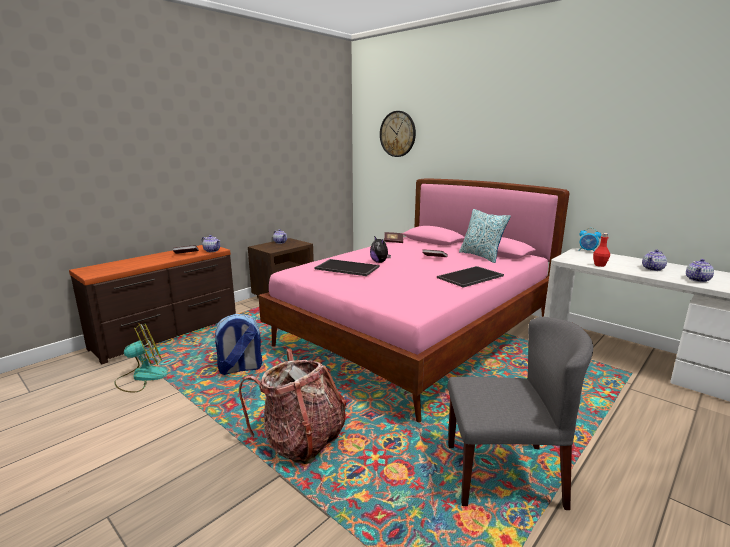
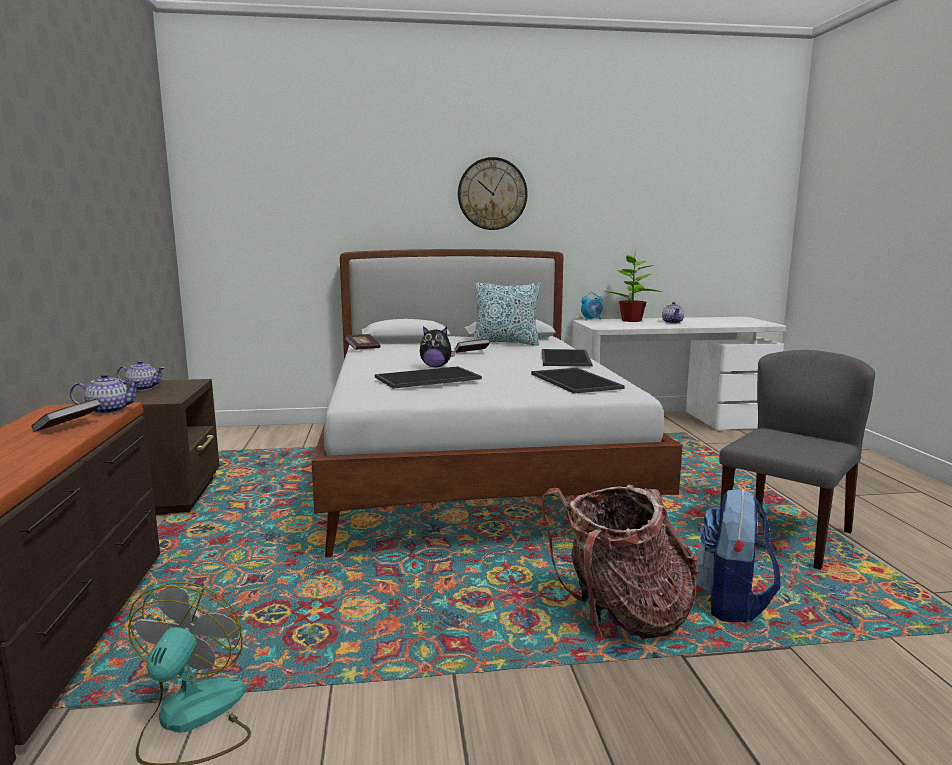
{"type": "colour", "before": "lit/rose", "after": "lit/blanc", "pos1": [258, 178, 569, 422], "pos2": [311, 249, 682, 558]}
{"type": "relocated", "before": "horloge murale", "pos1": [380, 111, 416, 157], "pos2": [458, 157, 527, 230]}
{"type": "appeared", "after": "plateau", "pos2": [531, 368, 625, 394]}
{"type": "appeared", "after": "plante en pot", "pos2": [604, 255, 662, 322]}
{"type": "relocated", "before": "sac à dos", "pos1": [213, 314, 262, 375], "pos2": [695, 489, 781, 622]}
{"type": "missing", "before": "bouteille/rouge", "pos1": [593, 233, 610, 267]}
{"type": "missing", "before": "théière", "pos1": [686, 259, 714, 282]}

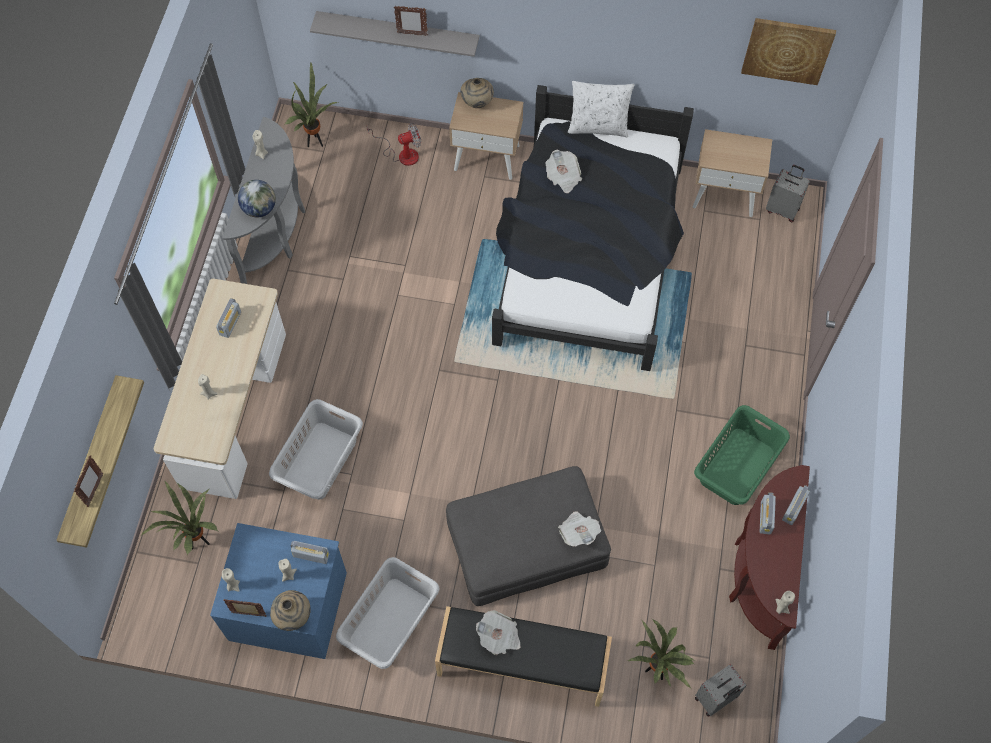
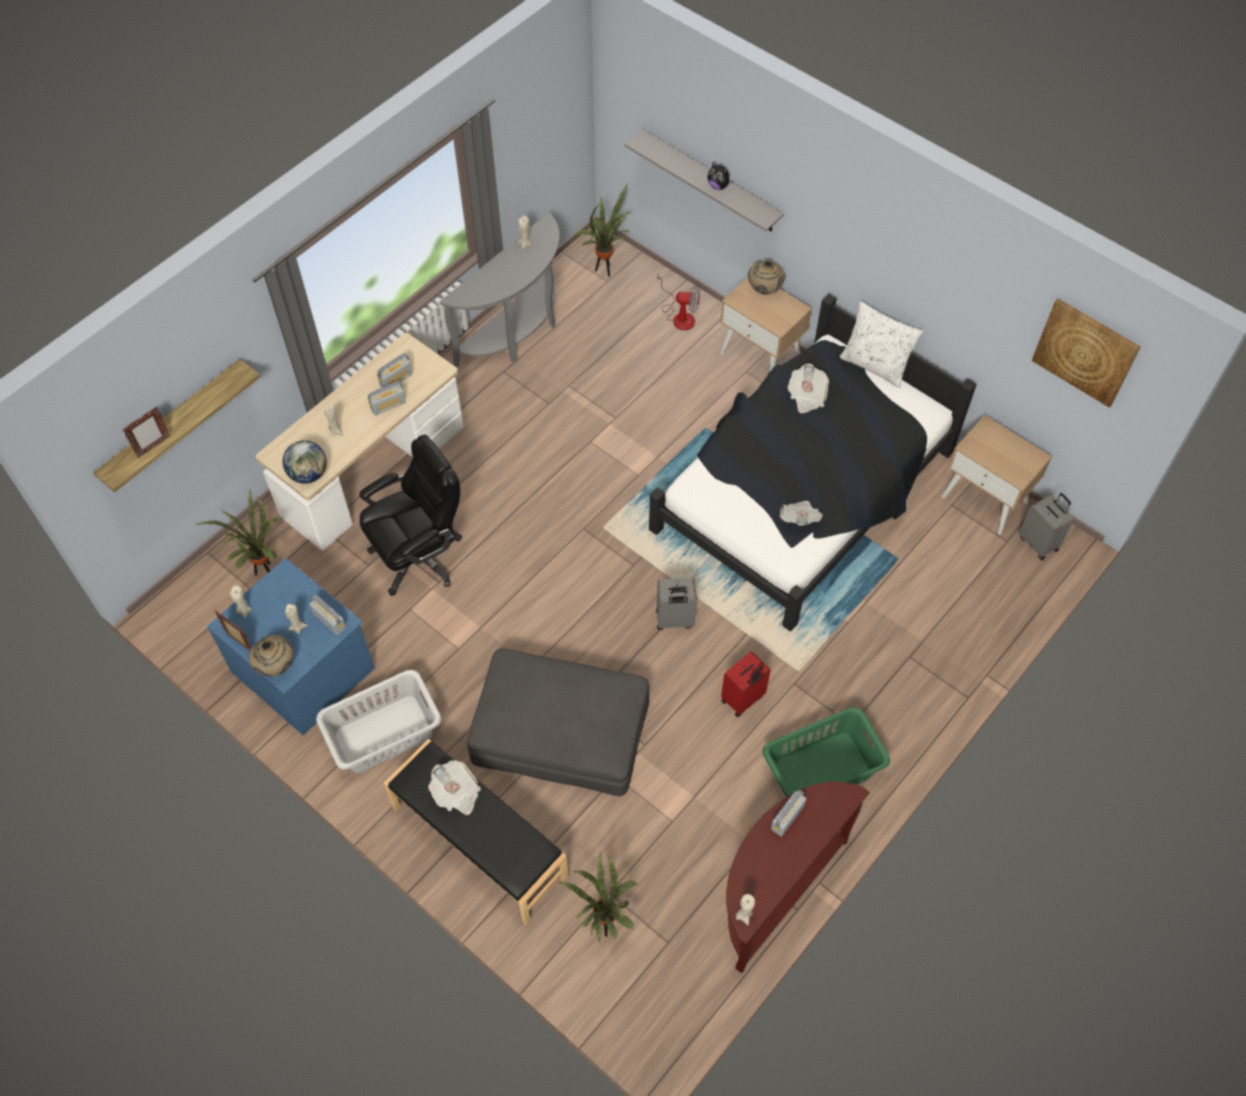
{"type": "relocated", "before": "globe", "pos1": [238, 180, 276, 217], "pos2": [282, 440, 327, 484]}
{"type": "exchanged", "before": "panier à linge/gris", "after": "chaise de bureau/noir", "pos1": [269, 399, 363, 500], "pos2": [359, 434, 462, 596]}
{"type": "relocated", "before": "radio", "pos1": [782, 485, 810, 525], "pos2": [368, 381, 406, 416]}
{"type": "relocated", "before": "valise/gris", "pos1": [695, 664, 747, 717], "pos2": [656, 578, 697, 630]}
{"type": "exchanged", "before": "cadre photo", "after": "peluche", "pos1": [394, 6, 428, 36], "pos2": [707, 162, 733, 190]}
{"type": "appeared", "after": "valise/rouge", "pos2": [721, 651, 771, 717]}
{"type": "relocated", "before": "journal", "pos1": [558, 511, 601, 546], "pos2": [780, 501, 823, 526]}

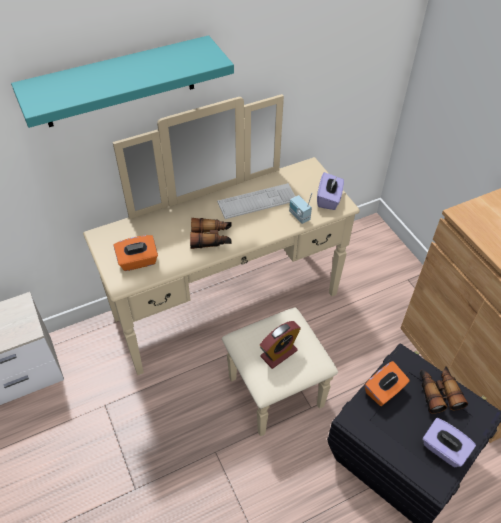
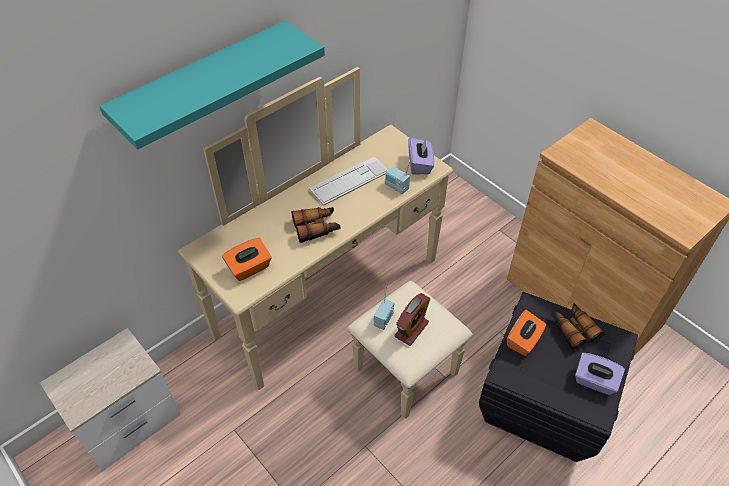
{"type": "appeared", "after": "radio", "pos2": [374, 286, 394, 330]}

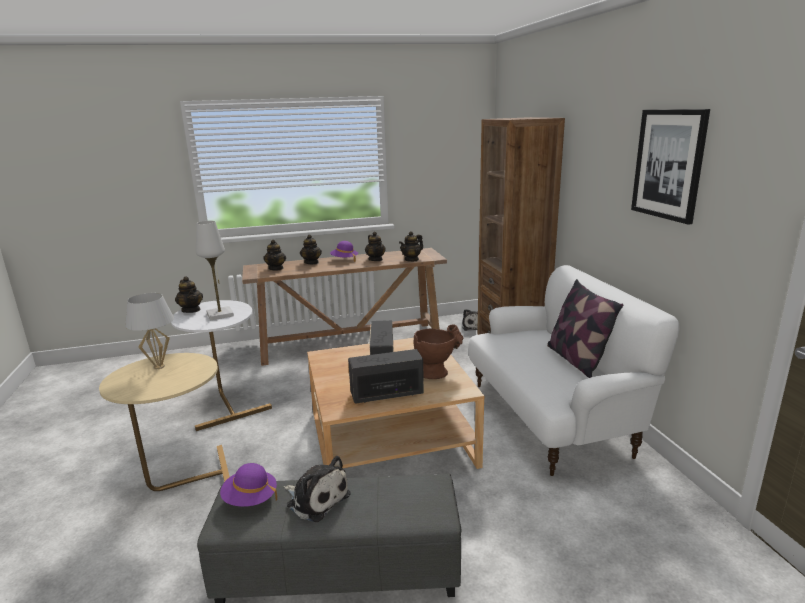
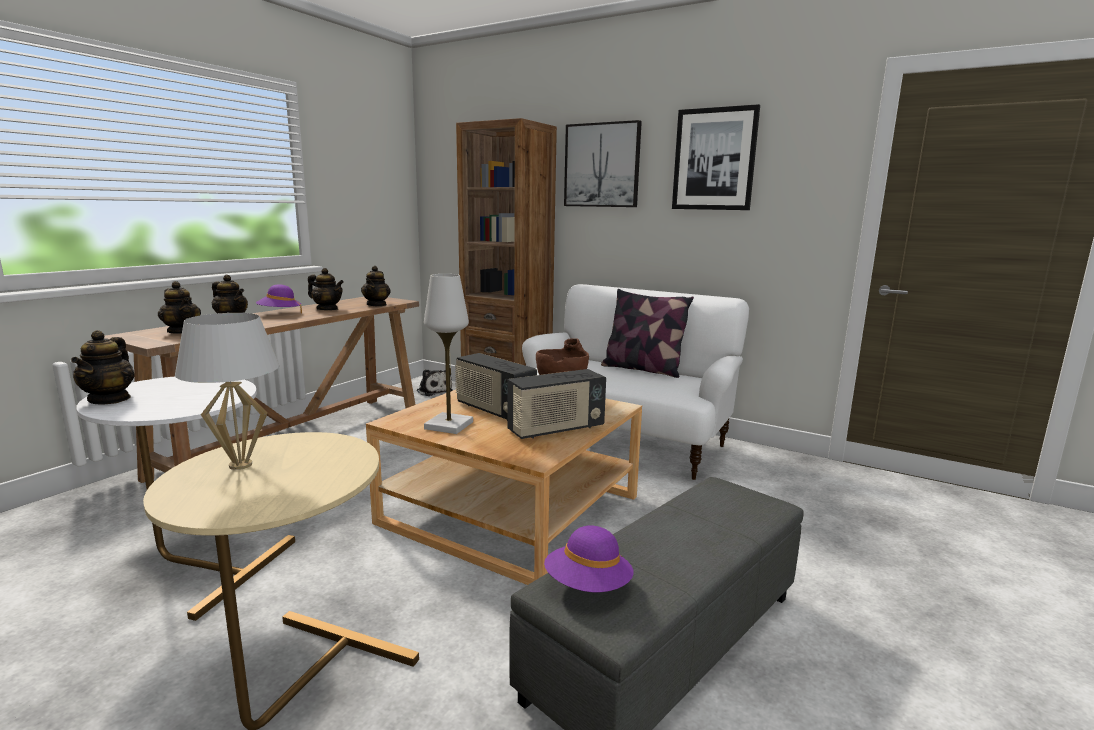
{"type": "spun", "before": "théière", "pos1": [175, 276, 203, 313], "pos2": [71, 330, 135, 404], "turn": 75}
{"type": "relocated", "before": "lampe de table/blanc", "pos1": [196, 221, 234, 321], "pos2": [424, 274, 473, 434]}
{"type": "spun", "before": "radio", "pos1": [348, 349, 424, 403], "pos2": [507, 369, 606, 439], "turn": -150}
{"type": "appeared", "after": "tableau", "pos2": [564, 120, 642, 207]}
{"type": "missing", "before": "peluche", "pos1": [284, 456, 351, 522]}

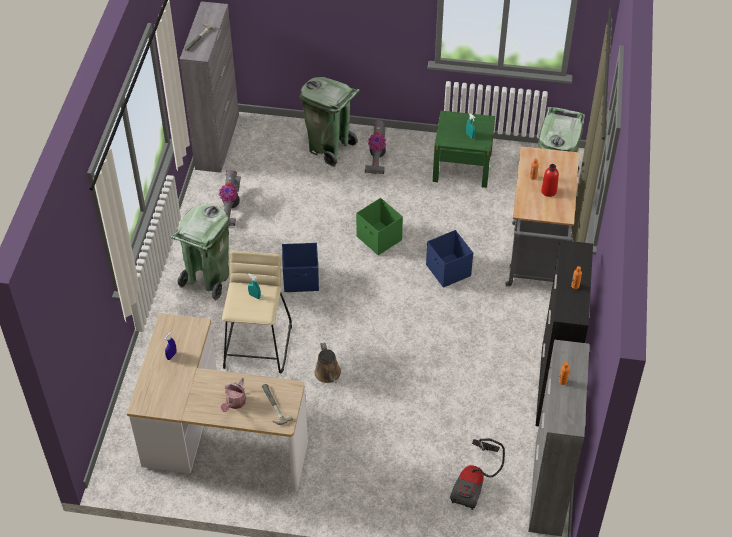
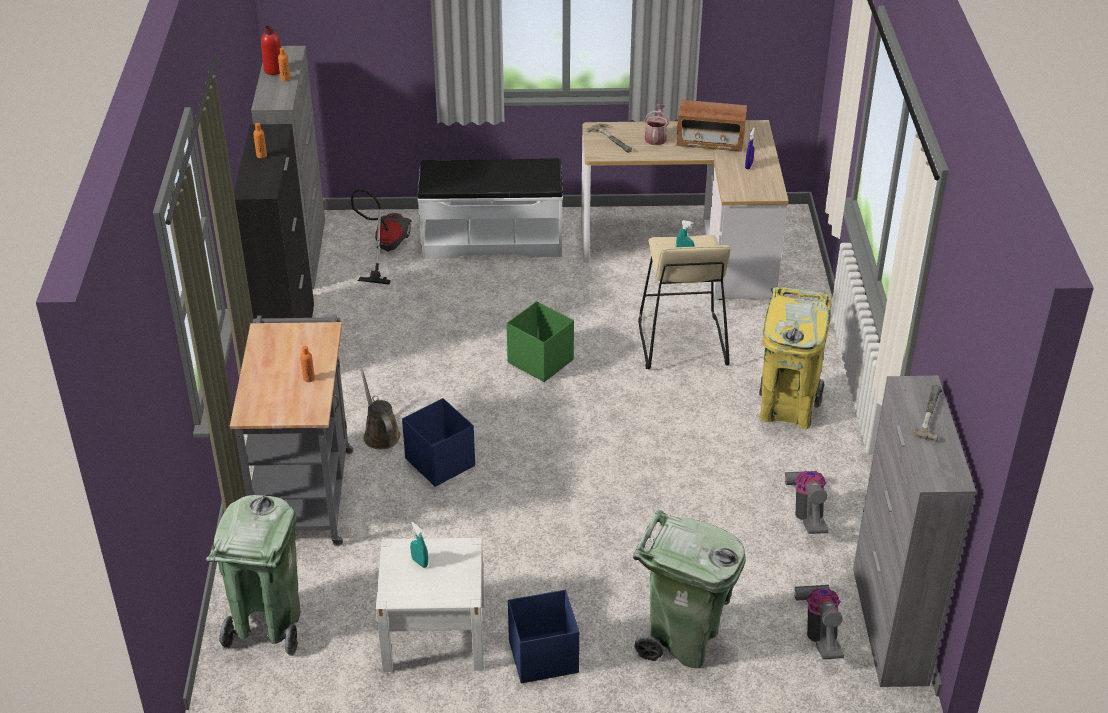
{"type": "relocated", "before": "bouteille/rouge", "pos1": [541, 164, 559, 197], "pos2": [261, 25, 281, 75]}
{"type": "relocated", "before": "arrosoir/marron", "pos1": [315, 342, 341, 383], "pos2": [360, 369, 400, 449]}
{"type": "colour", "before": "table de chevet/vert", "after": "table de chevet/blanc", "pos1": [433, 111, 495, 188], "pos2": [376, 538, 485, 672]}
{"type": "appeared", "after": "banc/blanc", "pos2": [417, 158, 563, 259]}
{"type": "relocated", "before": "boîte de rangement/vert", "pos1": [356, 198, 403, 255], "pos2": [507, 301, 574, 382]}
{"type": "relocated", "before": "boîte de rangement/bleu", "pos1": [282, 243, 319, 292], "pos2": [508, 589, 580, 683]}
{"type": "appeared", "after": "radio", "pos2": [676, 100, 747, 152]}
{"type": "colour", "before": "poubelle/vert", "after": "poubelle/jaune", "pos1": [171, 204, 230, 301], "pos2": [759, 287, 832, 429]}
{"type": "relocated", "before": "aspirateur", "pos1": [365, 120, 386, 174], "pos2": [795, 585, 844, 659]}

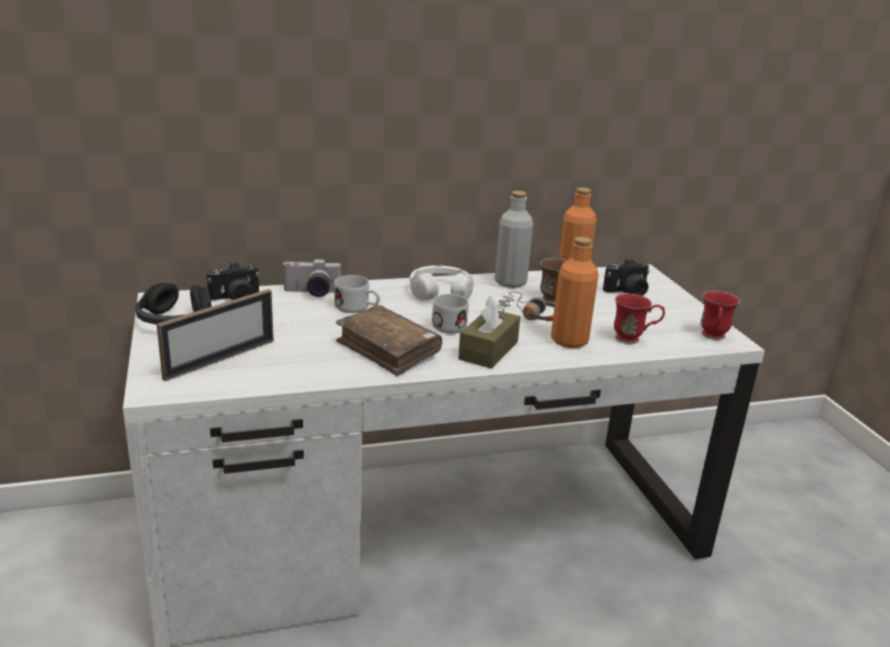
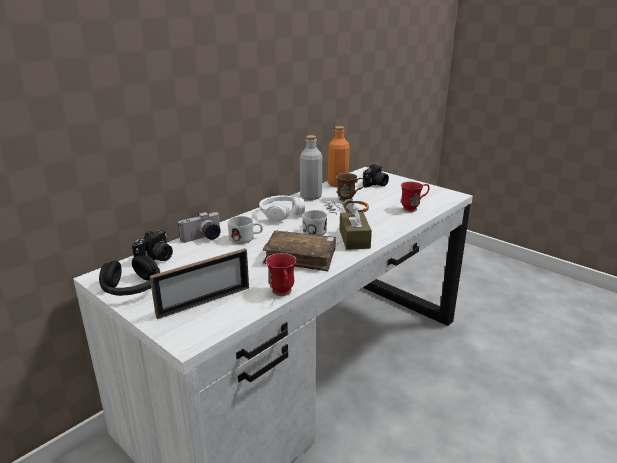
{"type": "spun", "before": "cadre photo", "pos1": [157, 289, 274, 381], "pos2": [150, 248, 249, 319], "turn": 45}
{"type": "relocated", "before": "mug/rouge", "pos1": [701, 291, 740, 340], "pos2": [266, 253, 297, 296]}
{"type": "missing", "before": "bouteille/orange", "pos1": [551, 237, 599, 348]}

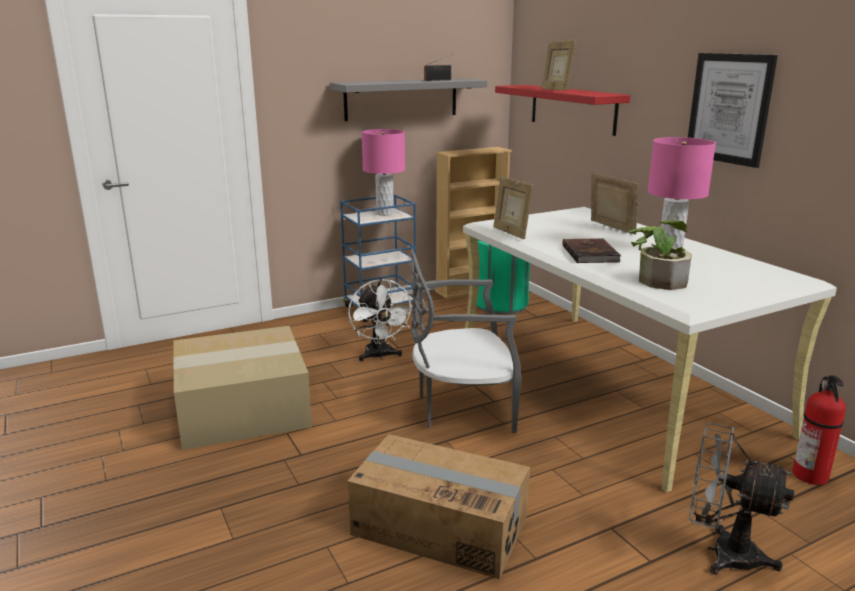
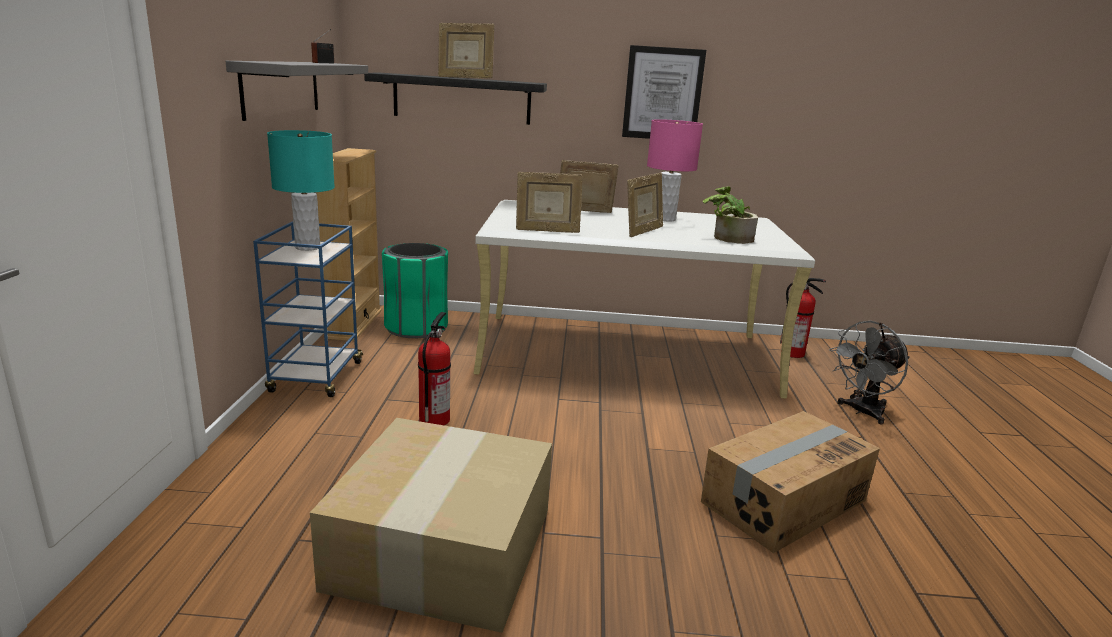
{"type": "colour", "before": "lampe de table/rose", "after": "lampe de table/turquoise", "pos1": [362, 129, 405, 216], "pos2": [267, 130, 335, 251]}
{"type": "colour", "before": "étagère/rouge", "after": "étagère/noir", "pos1": [495, 85, 630, 136], "pos2": [364, 72, 547, 125]}
{"type": "exchanged", "before": "ventilateur/blanc", "after": "extincteur", "pos1": [348, 279, 413, 361], "pos2": [418, 312, 451, 425]}
{"type": "exchanged", "before": "livre/marron", "after": "cadre photo", "pos1": [562, 238, 621, 263], "pos2": [627, 173, 663, 237]}
{"type": "missing", "before": "chaise/gris", "pos1": [411, 252, 522, 433]}

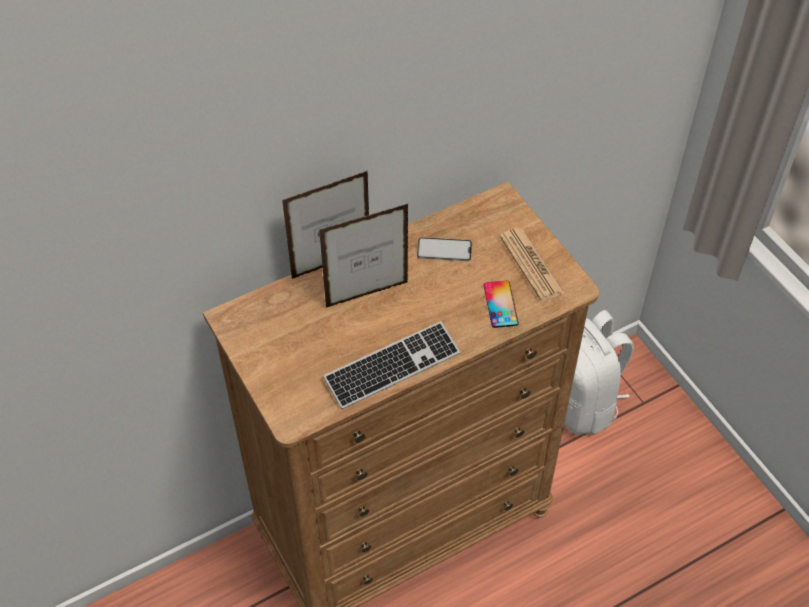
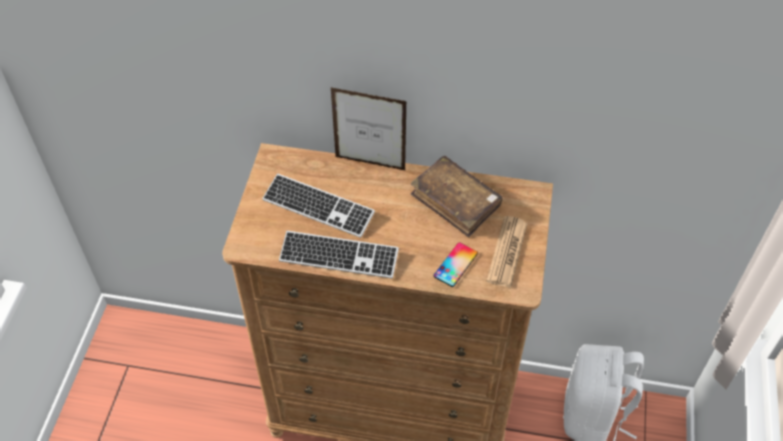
{"type": "appeared", "after": "clavier", "pos2": [262, 173, 375, 238]}
{"type": "exchanged", "before": "téléphone", "after": "livre/marron", "pos1": [417, 237, 472, 261], "pos2": [411, 156, 503, 237]}
{"type": "missing", "before": "cadre photo", "pos1": [319, 204, 408, 308]}

